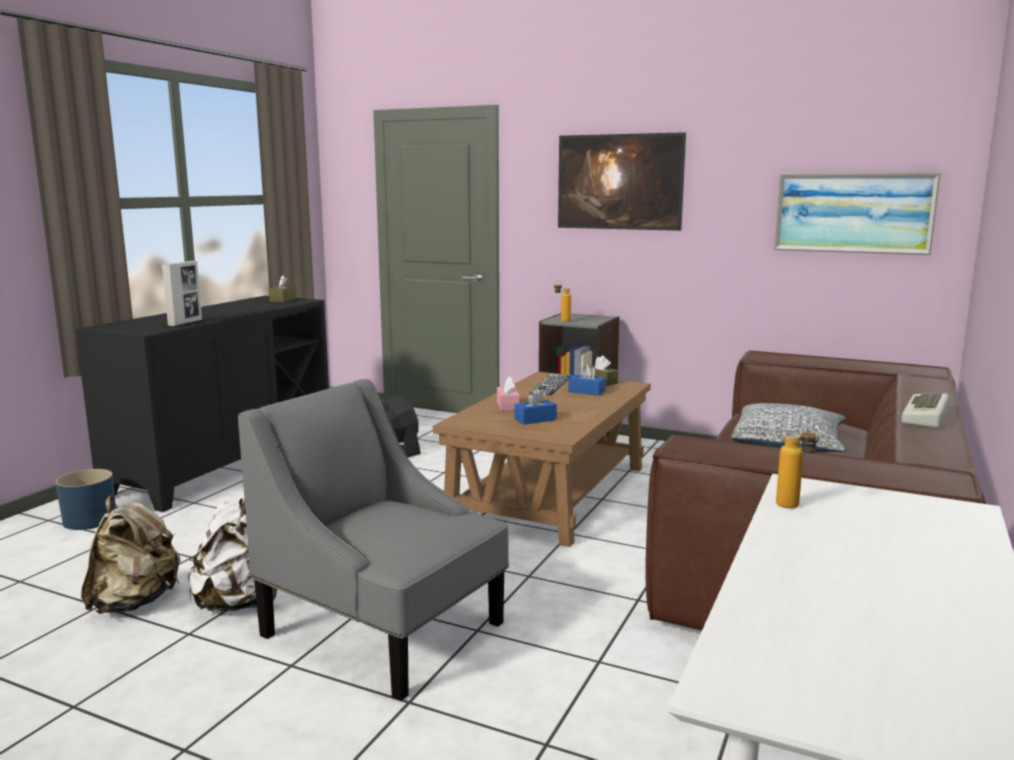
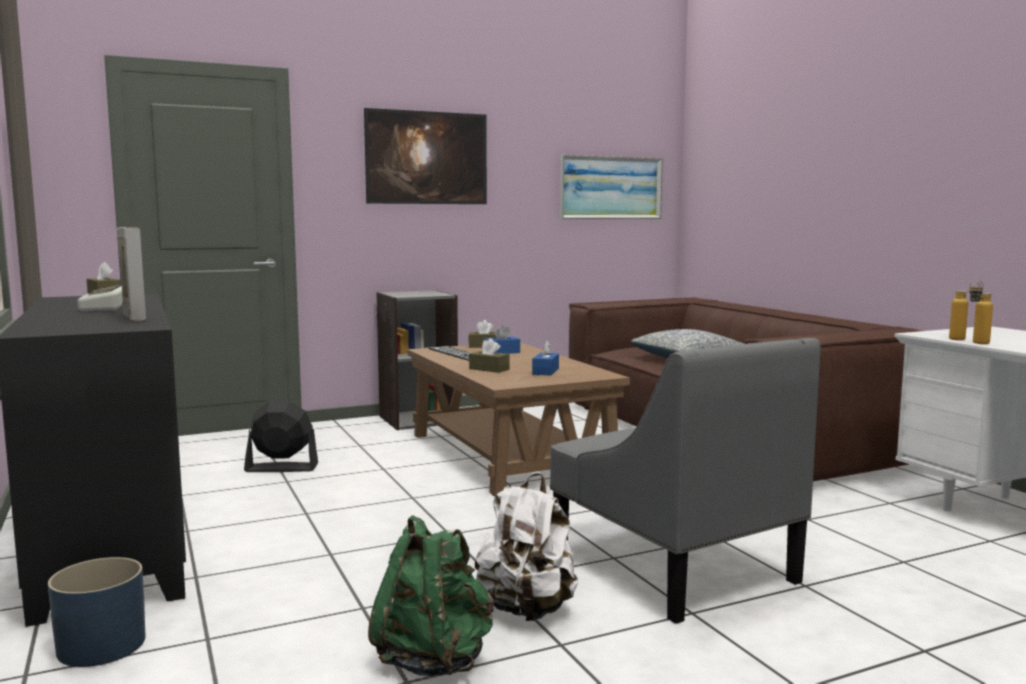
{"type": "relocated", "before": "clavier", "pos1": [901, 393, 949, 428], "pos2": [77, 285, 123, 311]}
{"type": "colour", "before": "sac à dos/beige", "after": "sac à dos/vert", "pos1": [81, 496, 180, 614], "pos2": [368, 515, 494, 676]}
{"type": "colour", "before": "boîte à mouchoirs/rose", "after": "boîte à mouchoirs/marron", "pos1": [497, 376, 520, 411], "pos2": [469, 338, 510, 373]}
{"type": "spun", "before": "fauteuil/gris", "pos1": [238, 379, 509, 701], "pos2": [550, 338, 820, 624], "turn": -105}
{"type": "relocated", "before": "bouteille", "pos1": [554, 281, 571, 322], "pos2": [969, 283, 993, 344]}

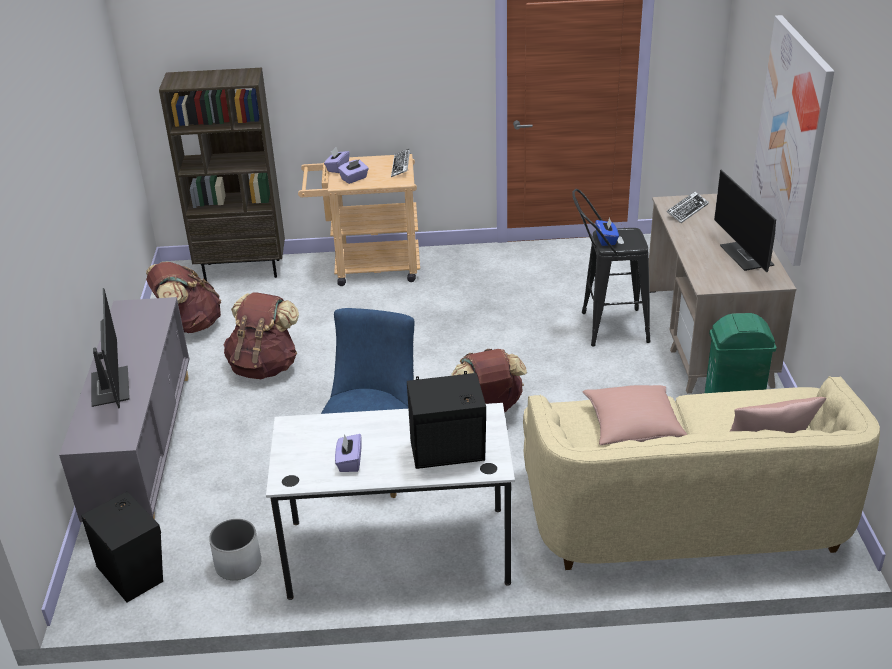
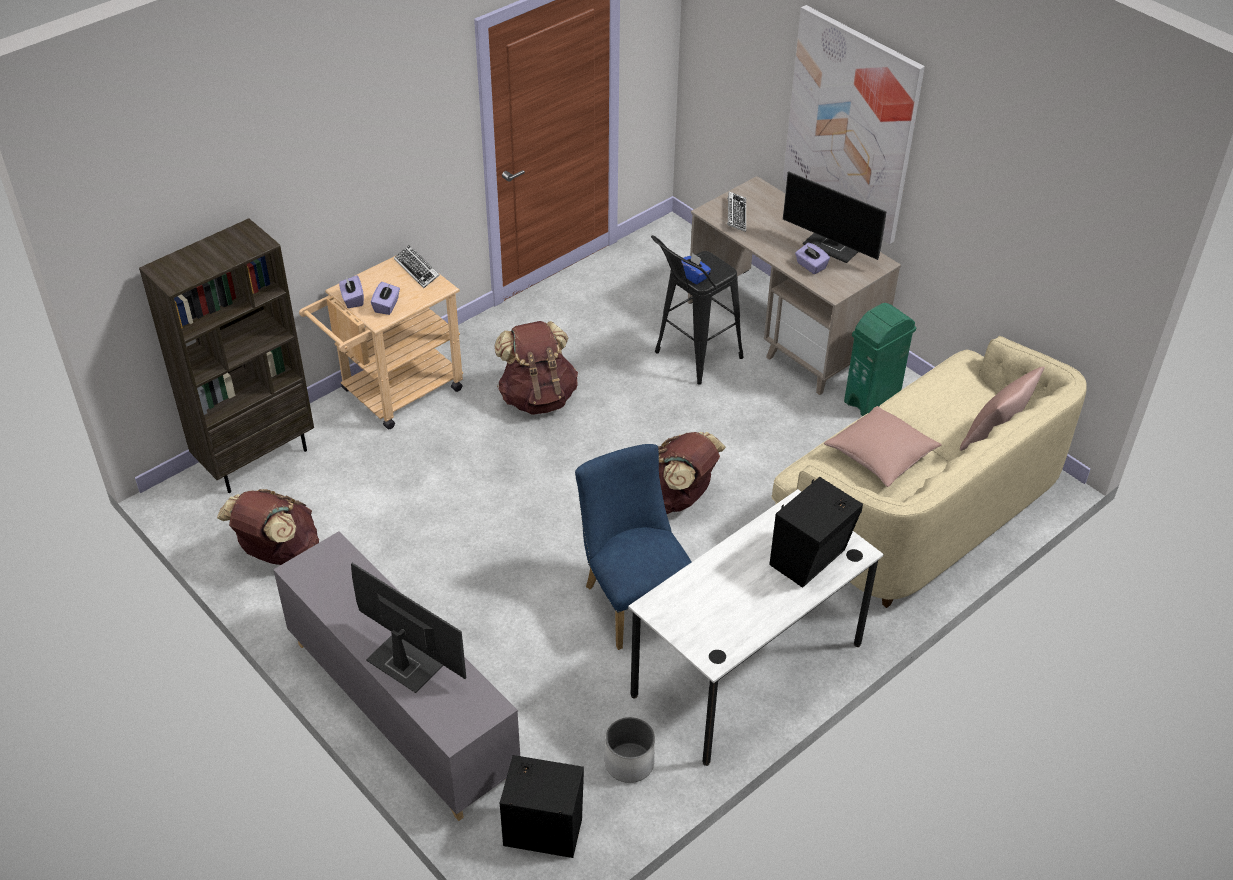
{"type": "relocated", "before": "sac à dos/marron", "pos1": [224, 292, 299, 379], "pos2": [494, 321, 578, 415]}
{"type": "relocated", "before": "boîte à mouchoirs/violet", "pos1": [335, 434, 362, 472], "pos2": [795, 243, 830, 274]}

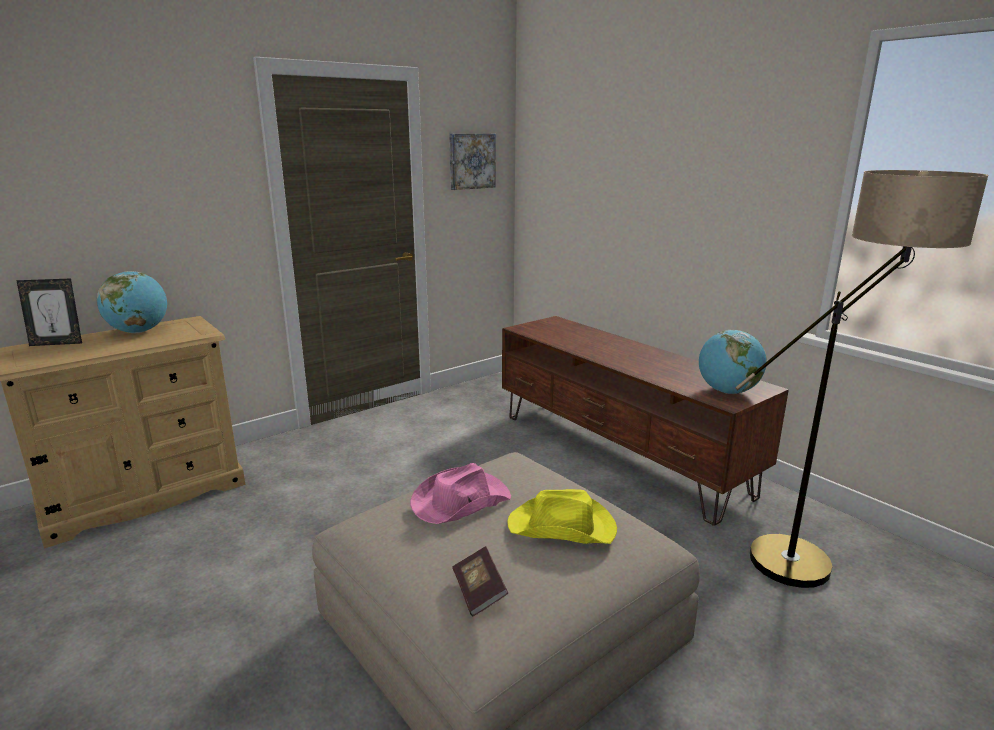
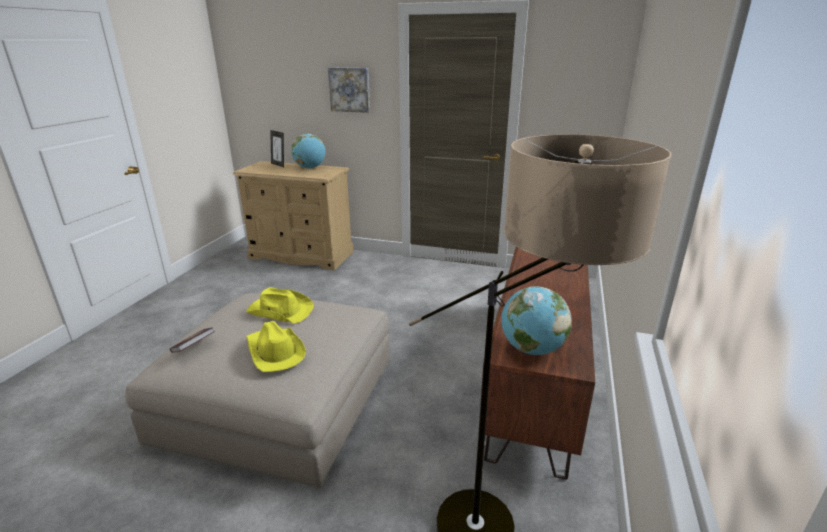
{"type": "colour", "before": "chapeau/rose", "after": "chapeau/jaune", "pos1": [410, 463, 511, 524], "pos2": [246, 287, 314, 323]}
{"type": "relocated", "before": "tableau", "pos1": [449, 134, 496, 190], "pos2": [328, 67, 370, 113]}

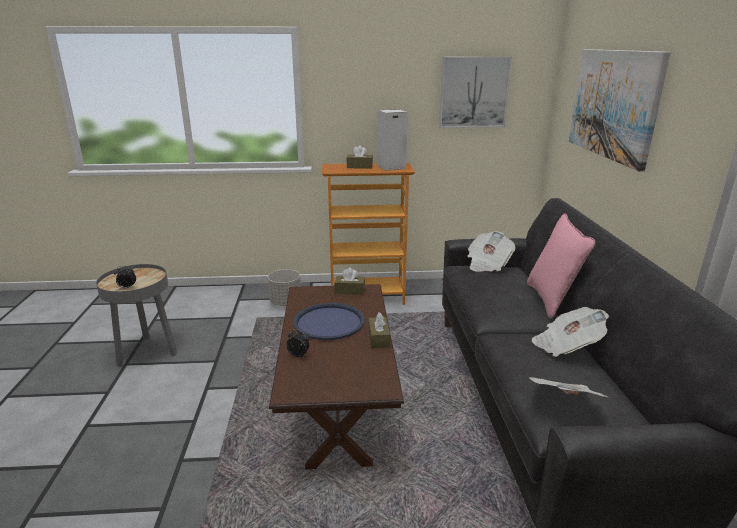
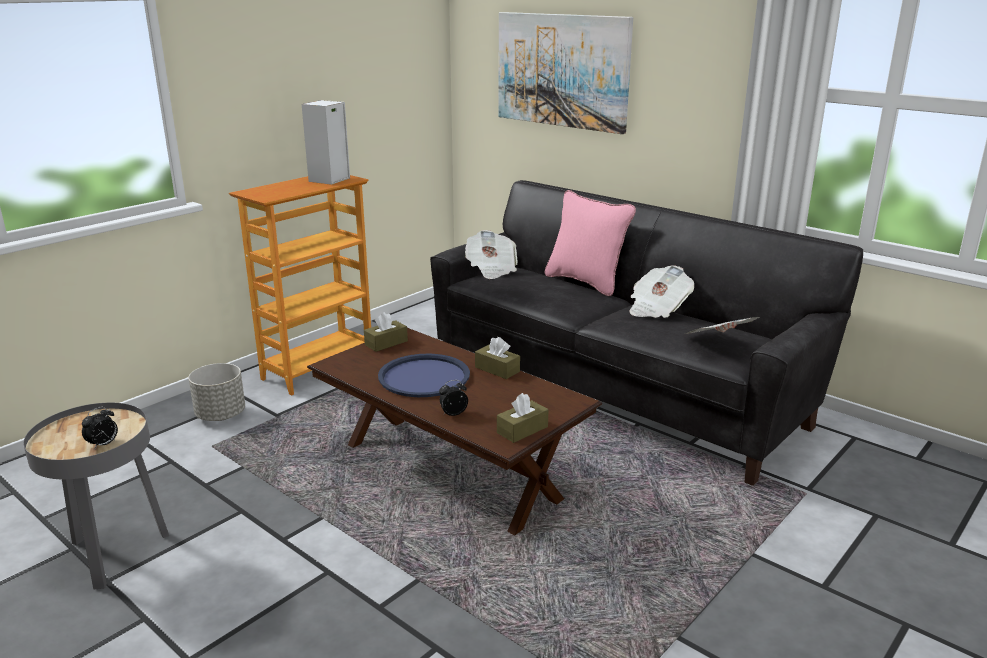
{"type": "relocated", "before": "boîte à mouchoirs/marron", "pos1": [346, 145, 373, 169], "pos2": [497, 393, 549, 443]}
{"type": "missing", "before": "tableau", "pos1": [439, 57, 512, 128]}

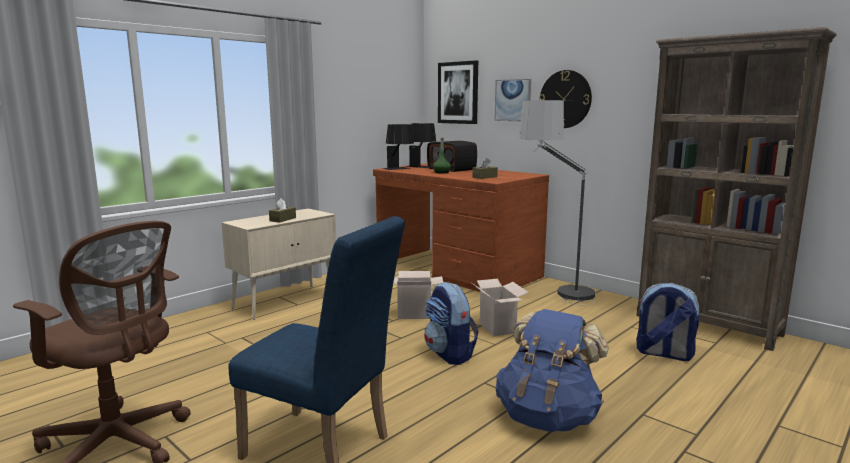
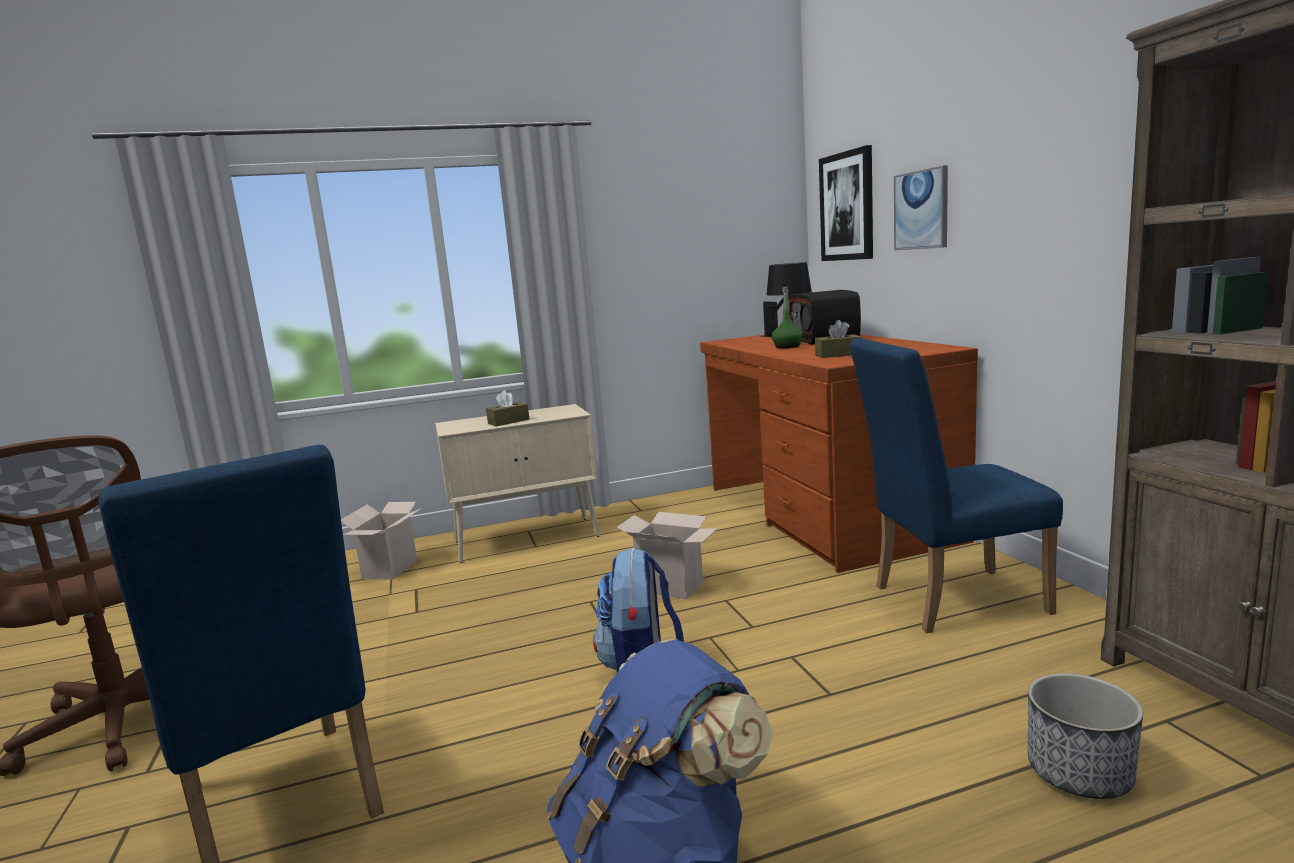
{"type": "relocated", "before": "carton", "pos1": [472, 279, 529, 336], "pos2": [341, 502, 422, 580]}
{"type": "exchanged", "before": "lampadaire", "after": "chaise/bleu", "pos1": [519, 100, 595, 305], "pos2": [849, 338, 1063, 633]}
{"type": "exchanged", "before": "sac à dos", "after": "cache-pot", "pos1": [637, 283, 699, 361], "pos2": [1028, 673, 1143, 799]}
{"type": "missing", "before": "lampe de table/noir", "pos1": [383, 124, 414, 170]}
{"type": "missing", "before": "horloge murale", "pos1": [539, 70, 592, 128]}

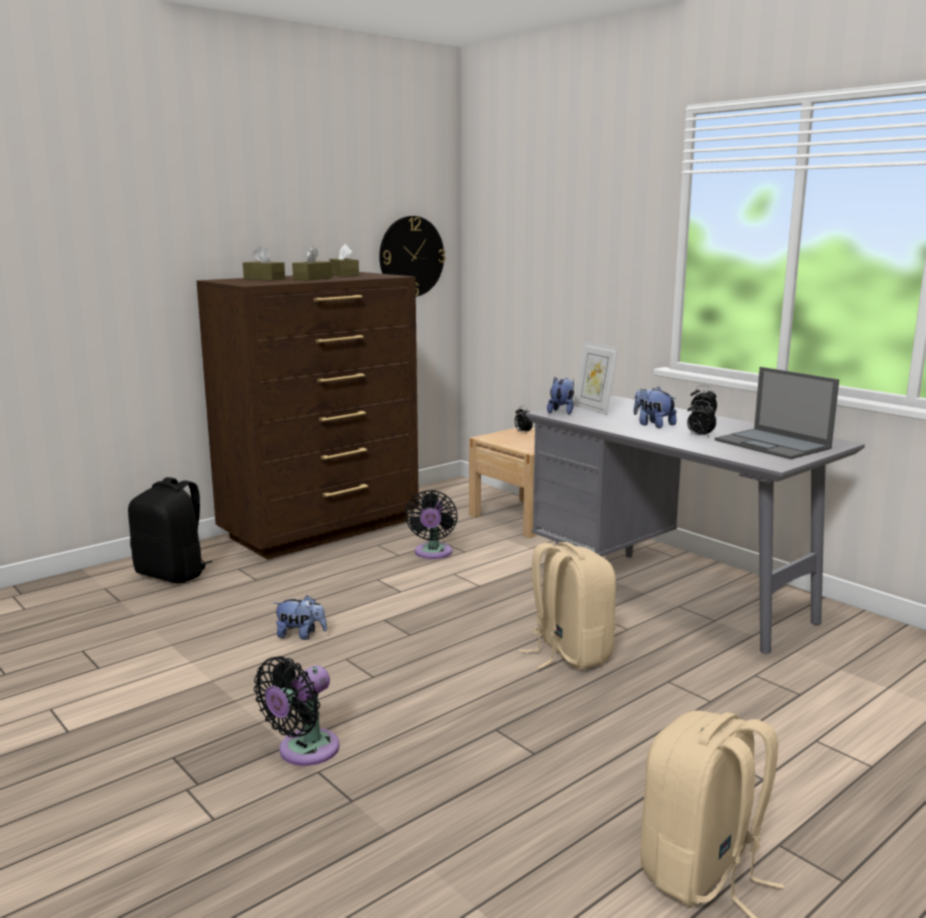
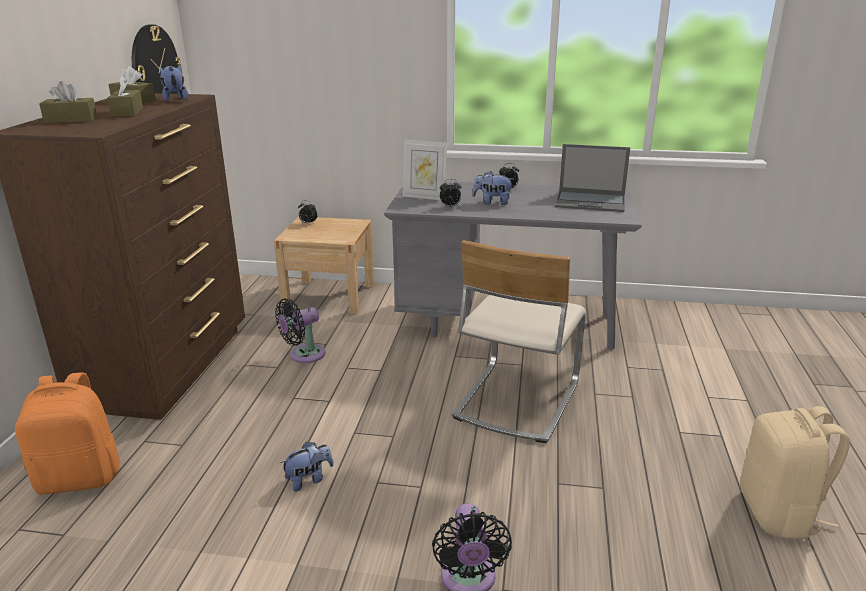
{"type": "colour", "before": "sac à dos/noir", "after": "sac à dos/orange", "pos1": [128, 477, 213, 583], "pos2": [15, 372, 120, 495]}
{"type": "relocated", "before": "peluche", "pos1": [547, 377, 574, 415], "pos2": [160, 64, 188, 102]}
{"type": "spun", "before": "ventilateur/noir", "pos1": [405, 490, 458, 559], "pos2": [275, 299, 325, 363], "turn": 90}
{"type": "relocated", "before": "réveil", "pos1": [687, 400, 716, 437], "pos2": [440, 179, 461, 208]}
{"type": "exchanged", "before": "sac à dos/beige", "after": "chaise/beige", "pos1": [519, 542, 616, 670], "pos2": [452, 240, 586, 443]}

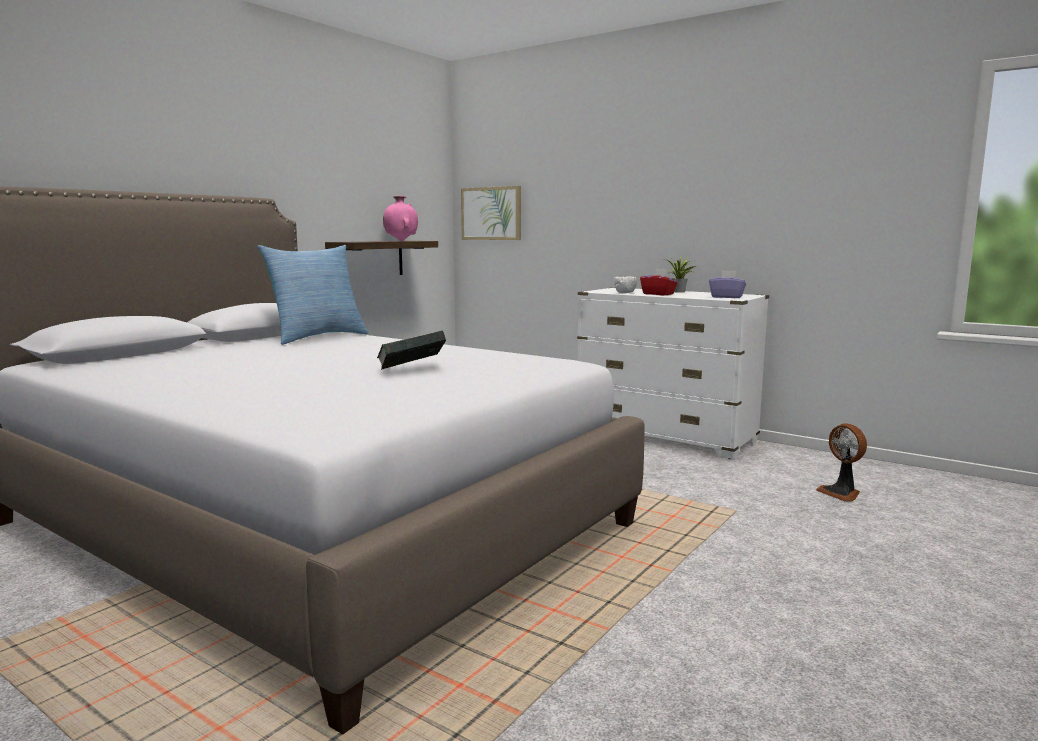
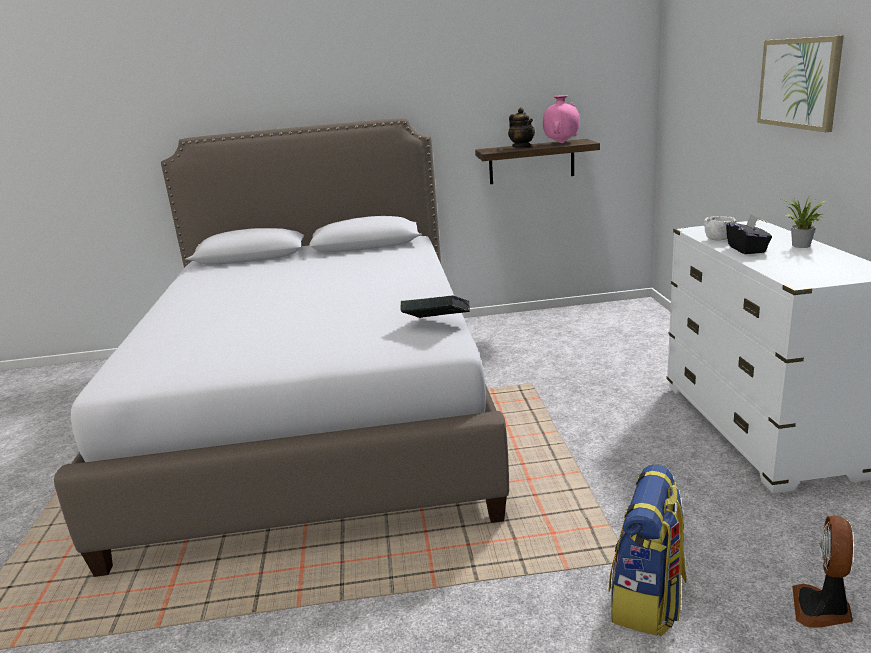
{"type": "relocated", "before": "livre", "pos1": [377, 331, 446, 370], "pos2": [400, 295, 470, 318]}
{"type": "appeared", "after": "théière", "pos2": [508, 107, 535, 148]}
{"type": "appeared", "after": "sac à dos", "pos2": [609, 464, 687, 637]}
{"type": "colour", "before": "boîte à mouchoirs/rouge", "after": "boîte à mouchoirs/noir", "pos1": [640, 269, 678, 295], "pos2": [726, 214, 772, 254]}
{"type": "relocated", "before": "tableau", "pos1": [461, 186, 521, 240], "pos2": [757, 35, 844, 132]}
{"type": "missing", "before": "coussin", "pos1": [257, 245, 369, 345]}
{"type": "missing", "before": "boîte à mouchoirs/violet", "pos1": [709, 270, 746, 298]}

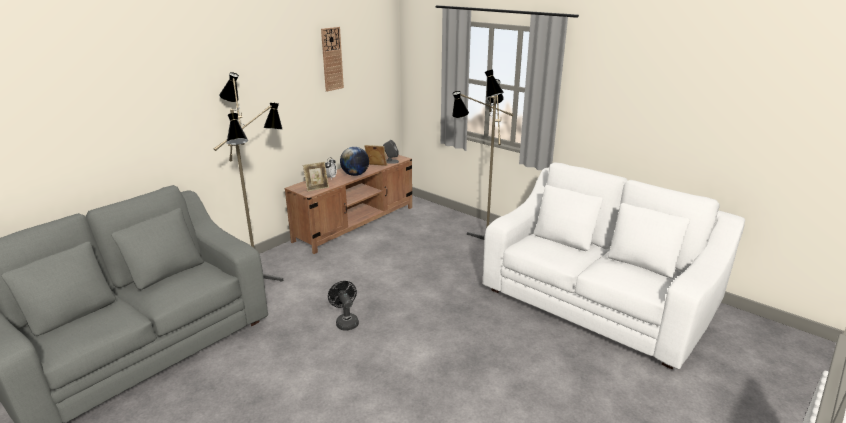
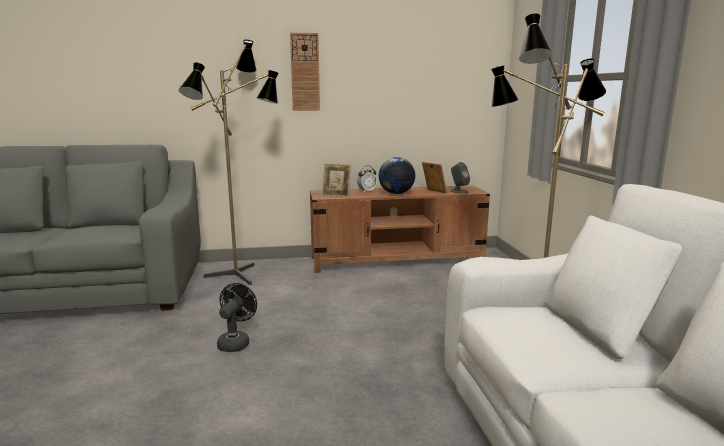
{"type": "relocated", "before": "horloge murale", "pos1": [321, 27, 344, 92], "pos2": [290, 33, 320, 111]}

